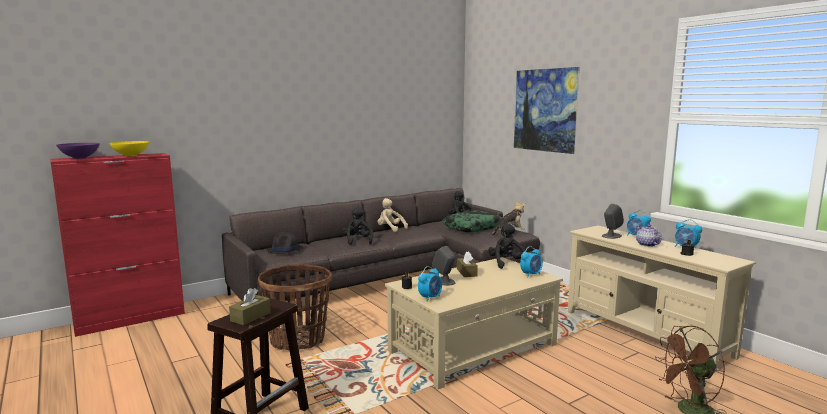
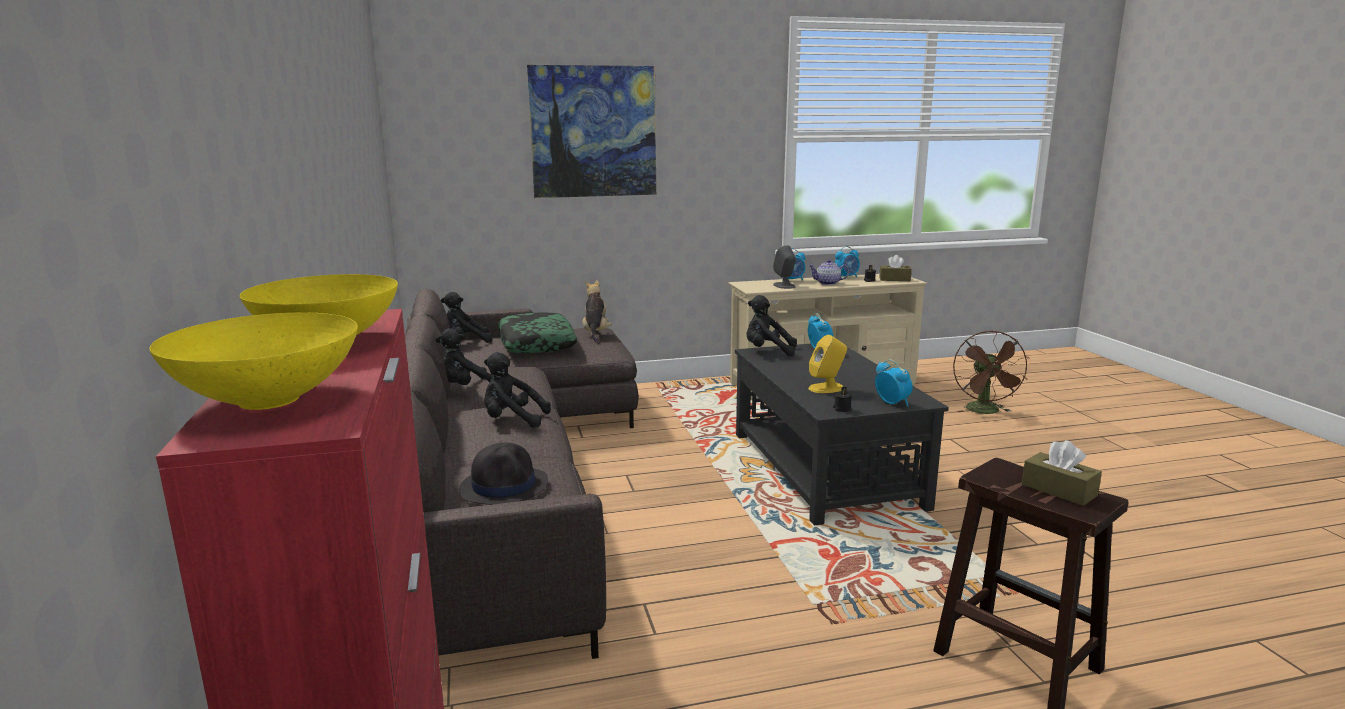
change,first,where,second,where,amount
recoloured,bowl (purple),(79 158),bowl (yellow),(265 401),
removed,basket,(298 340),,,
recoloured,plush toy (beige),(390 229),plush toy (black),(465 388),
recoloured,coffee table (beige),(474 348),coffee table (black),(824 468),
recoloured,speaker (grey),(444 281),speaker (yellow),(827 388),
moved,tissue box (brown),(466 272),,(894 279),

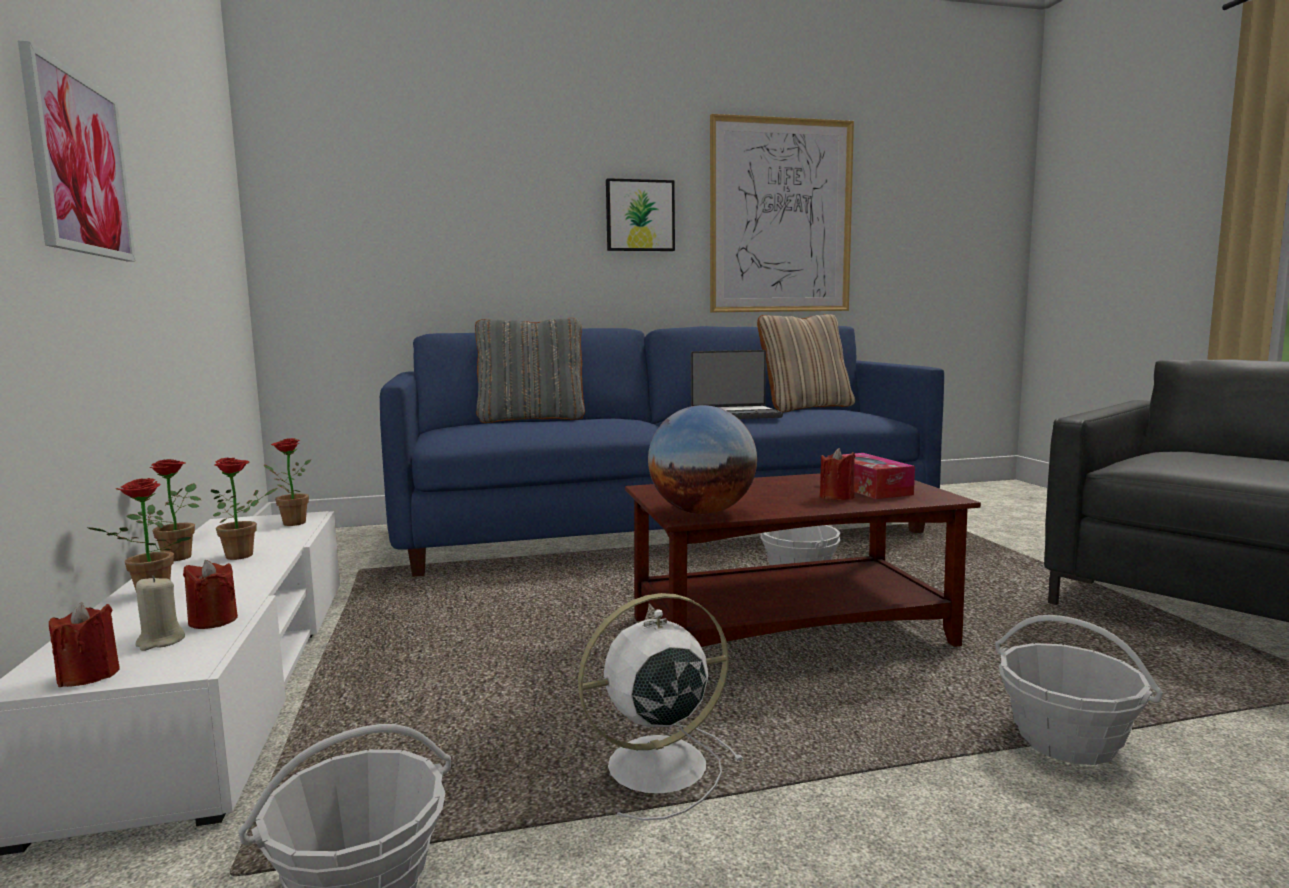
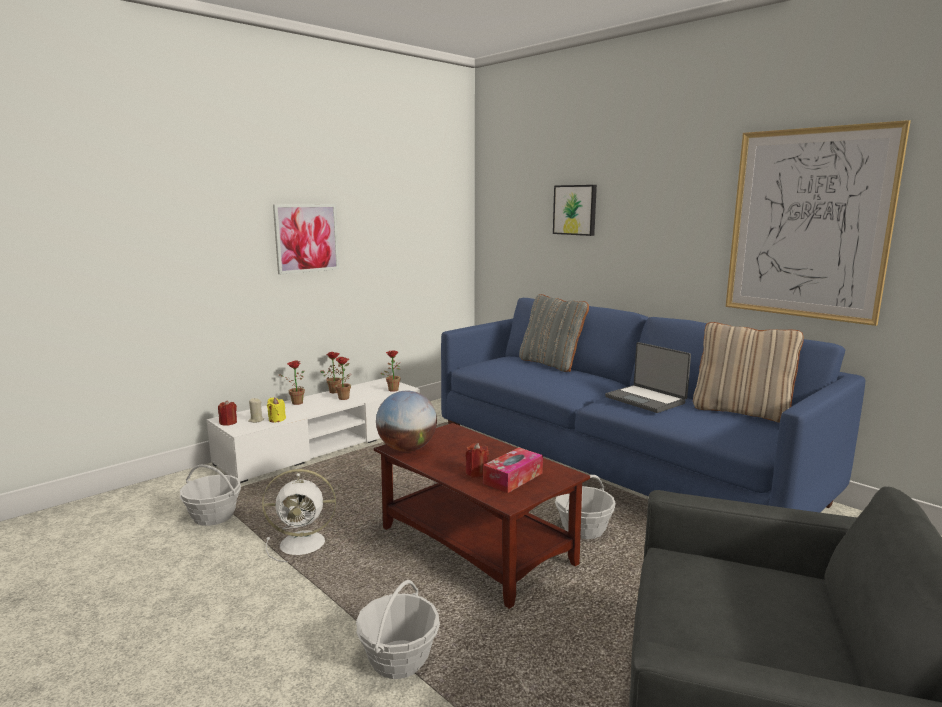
change,first,where,second,where,amount
recoloured,candle (red),(213 620),candle (yellow),(277 419),
turned,fan (white),(652 768),,(305 543),135 degrees clockwise
moved,picture,(639 216),,(575 210),

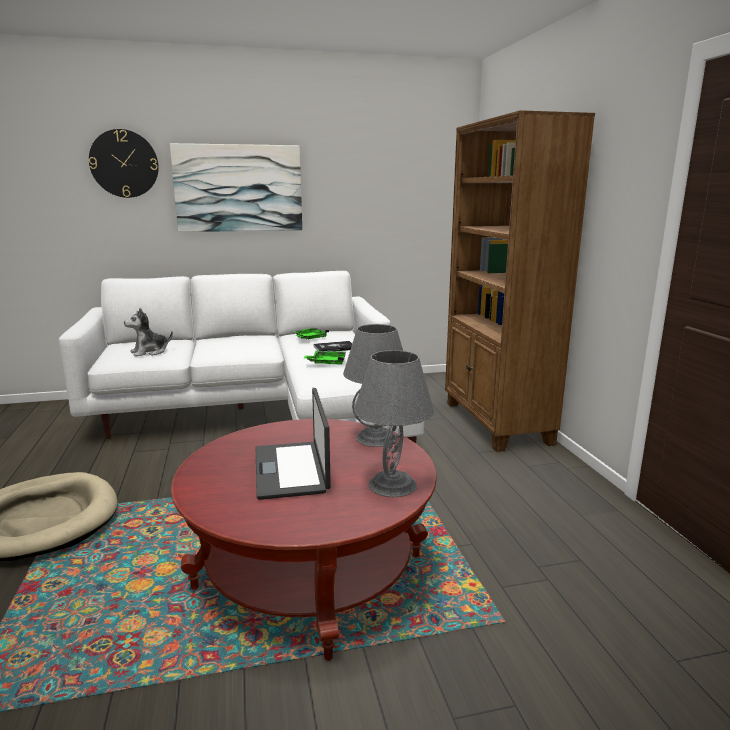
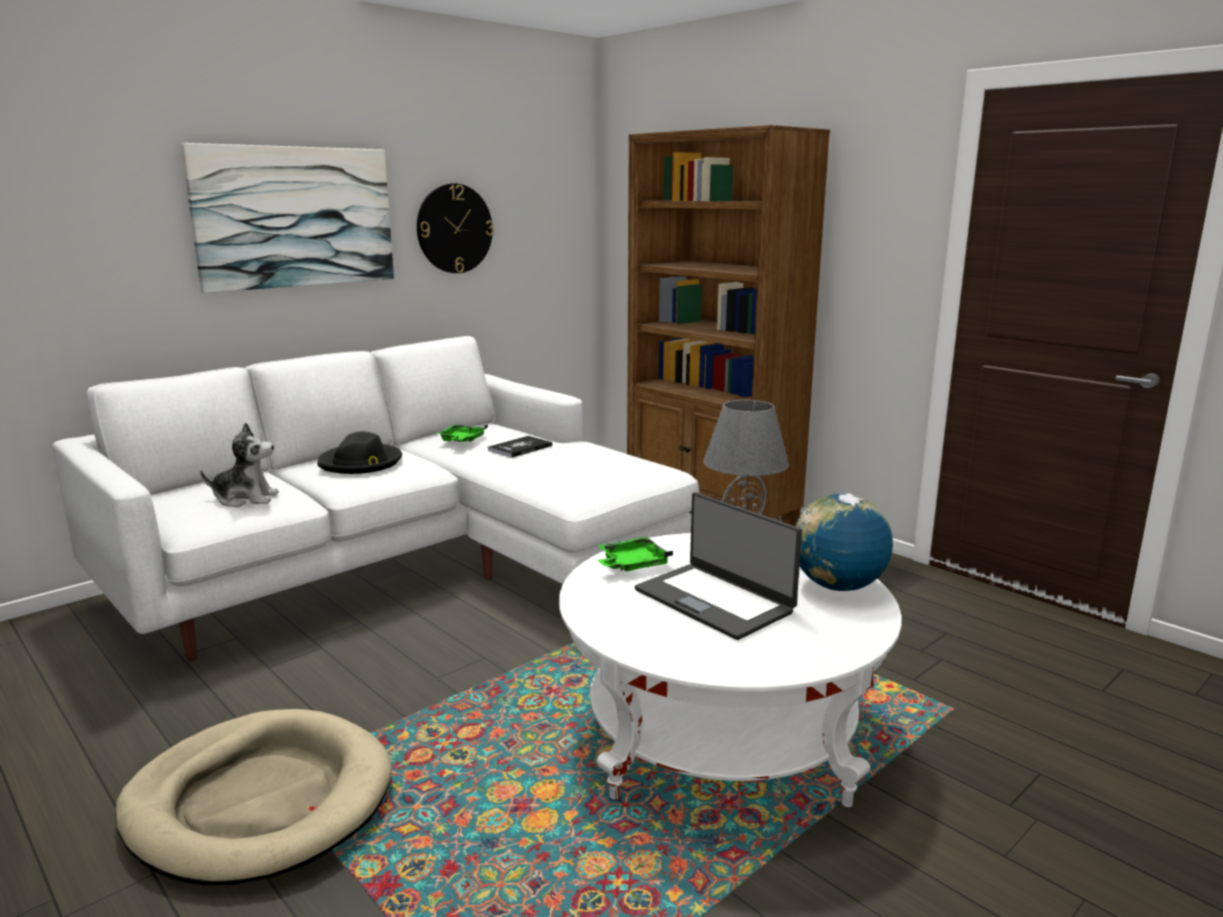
change,first,where,second,where,amount
moved,wall clock,(124 164),,(454 228),
turned,plush toy,(149 352),,(245 499),120 degrees counterclockwise
recoloured,coffee table (red),(310 571),coffee table (white),(720 731),
moved,tray (green),(327 363),,(631 564),
replaced,table lamp (grey),(392 484),globe,(838 586),
added,,,hat (black),(361 463),

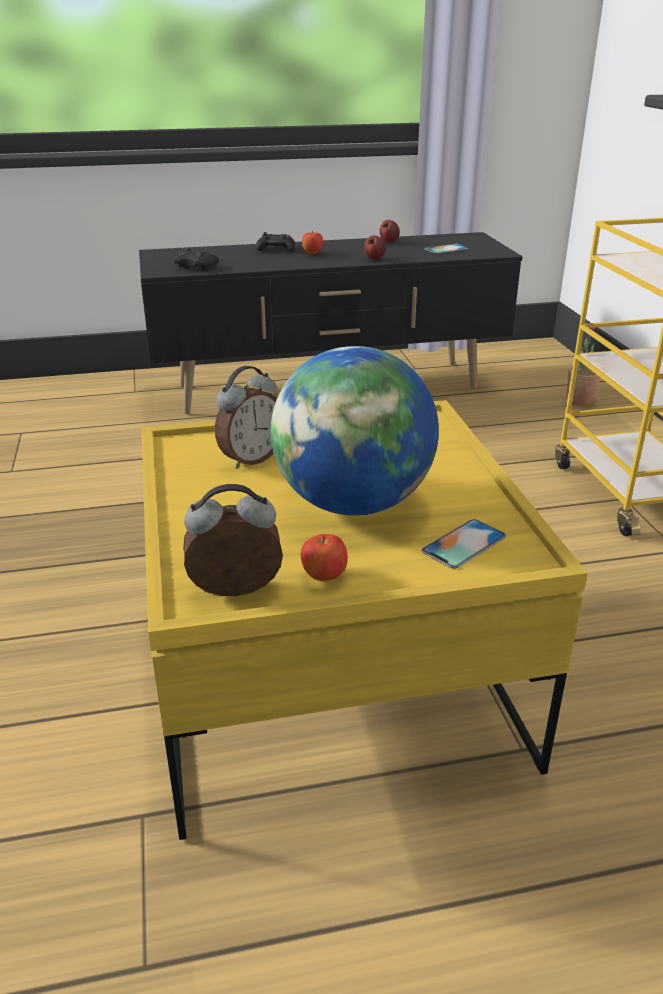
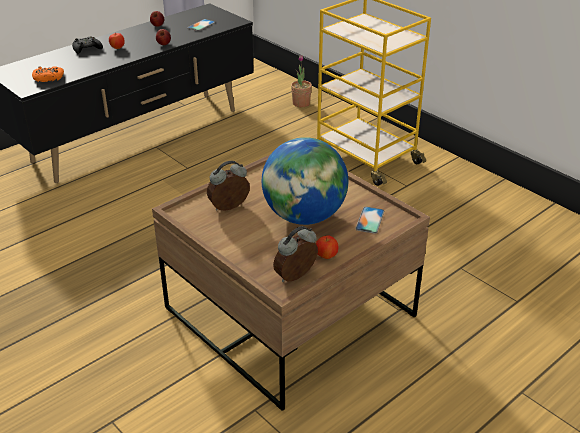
change,first,where,second,where,amount
recoloured,coffee table (yellow),(331 678),coffee table (brown),(290 312),
recoloured,game controller (black),(195 266),game controller (orange),(48 78),
turned,alarm clock,(251 459),,(230 208),135 degrees counterclockwise

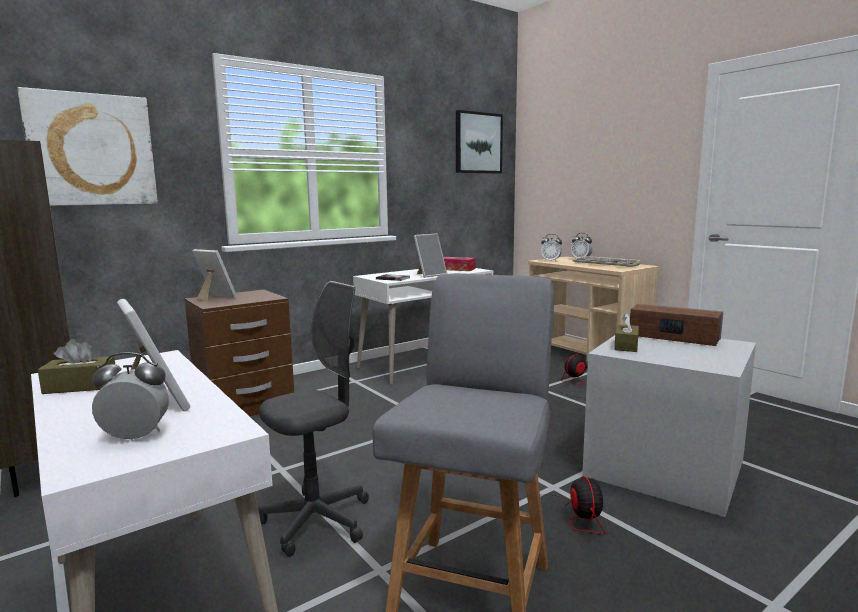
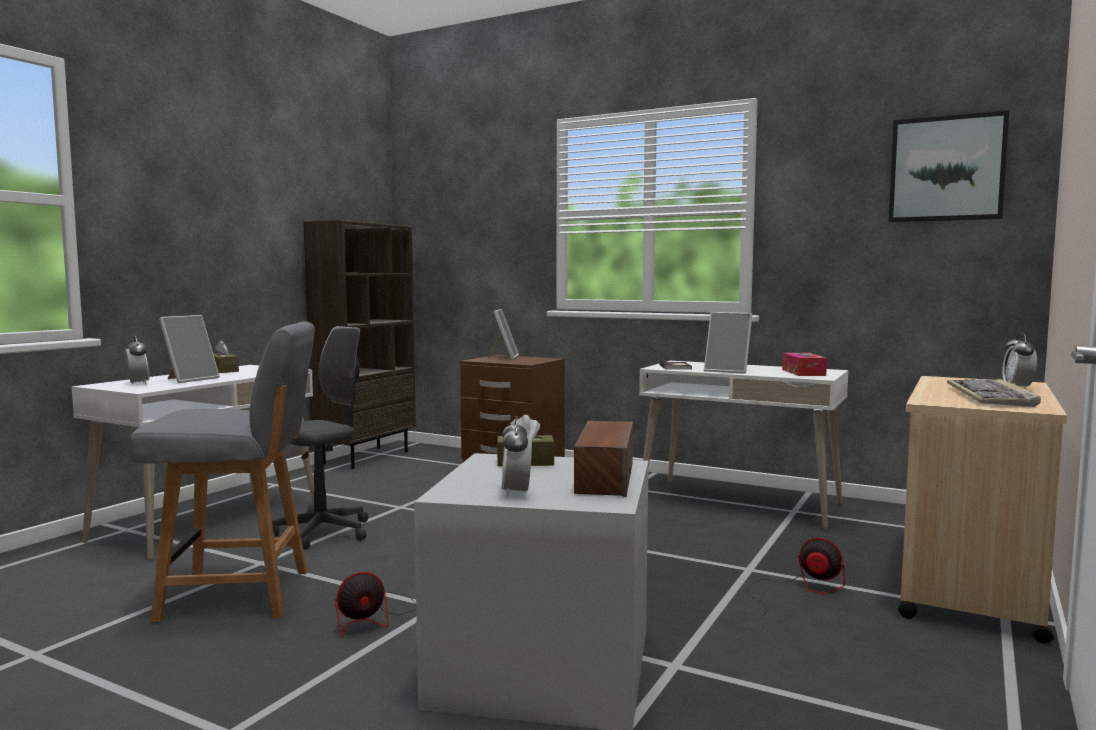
change,first,where,second,where,amount
removed,picture,(92 150),,,
turned,office chair (grey),(316 521),,(323 533),75 degrees counterclockwise
moved,alarm clock,(551 261),,(516 493),

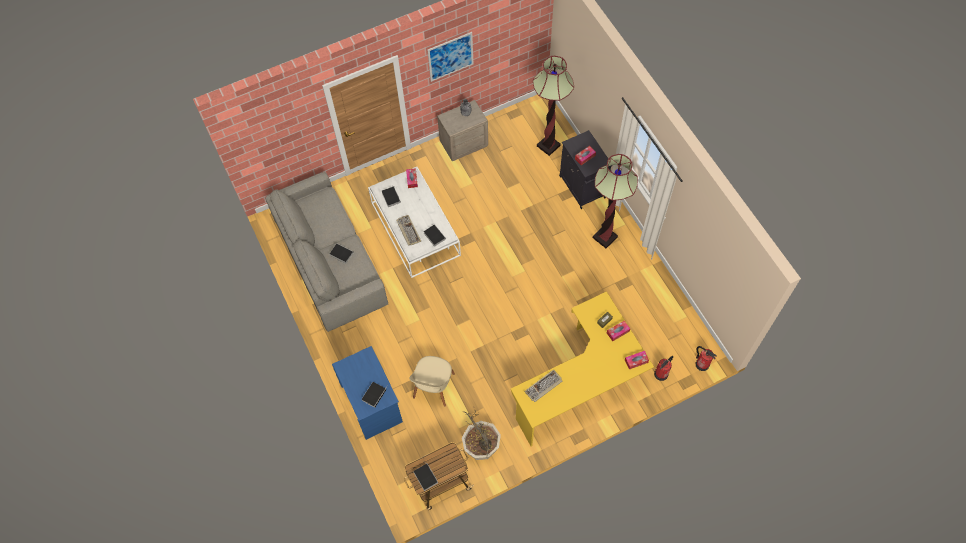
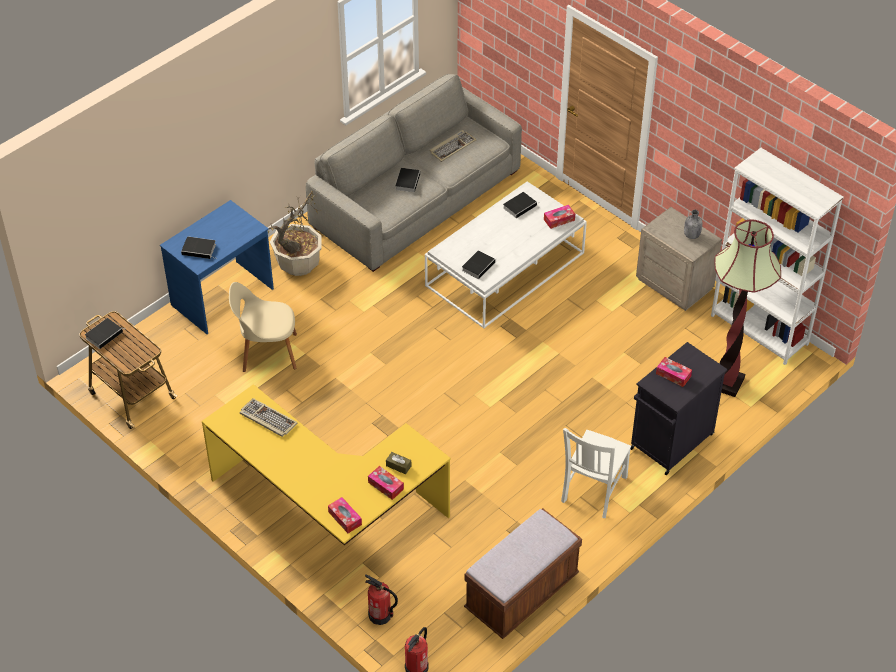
change,first,where,second,where,amount
moved,keyboard,(408 231),,(452 147),
removed,picture,(450 56),,,
moved,potted plant,(481 446),,(298 264),
replaced,floor lamp,(604 237),chair (white),(593 491),
added,,,bench (brown),(521 593),
added,,,bookcase (white),(759 330),

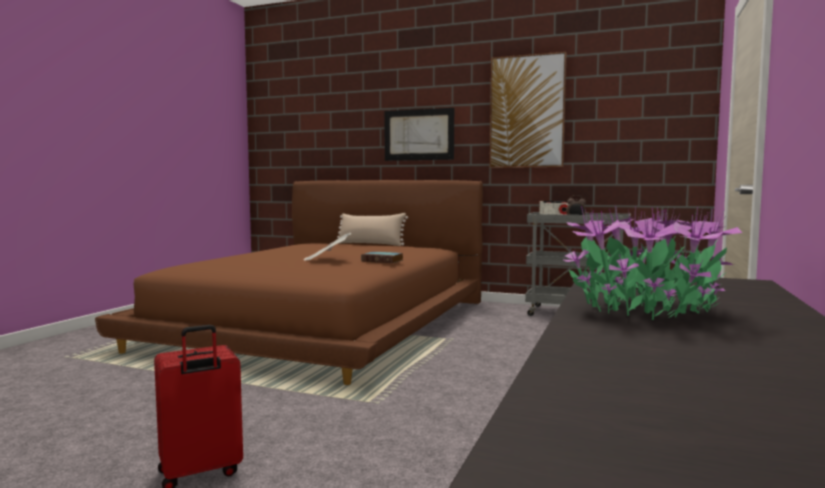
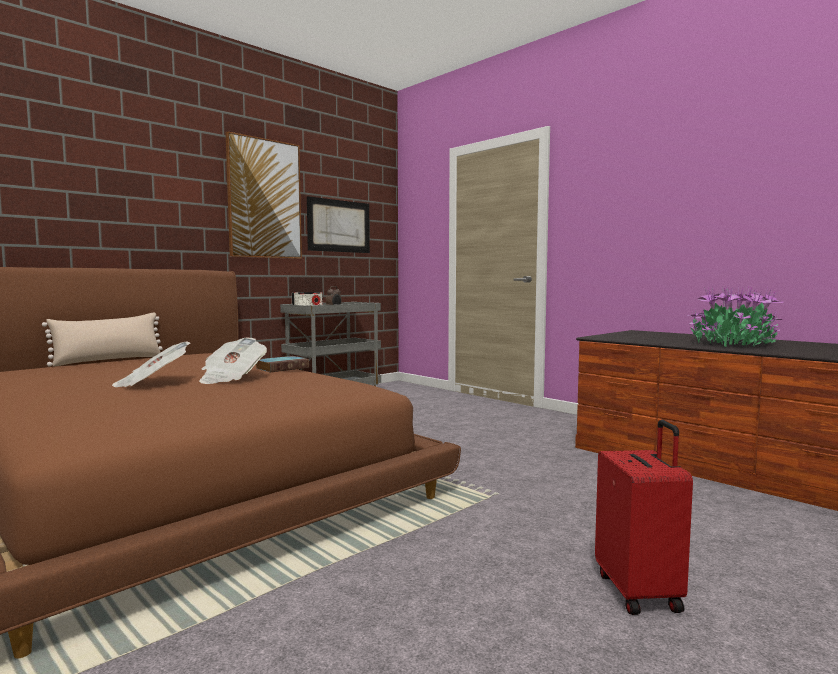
change,first,where,second,where,amount
moved,picture,(418 134),,(339 226),
added,,,newspaper,(152 383),

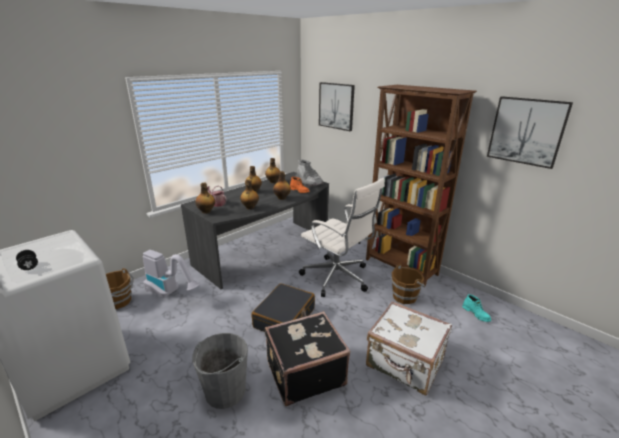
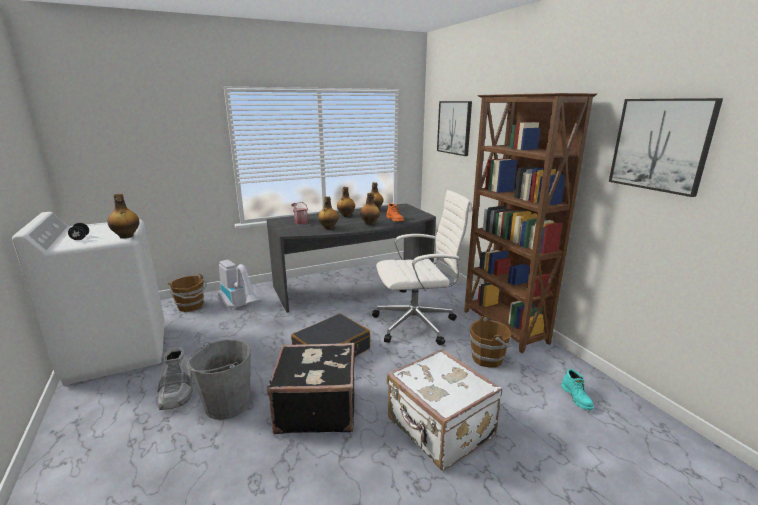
change,first,where,second,where,amount
moved,bottle,(206 211),,(126 236),
moved,boot (grey),(308 183),,(178 393),
turned,office chair (white),(337 278),,(417 324),75 degrees counterclockwise

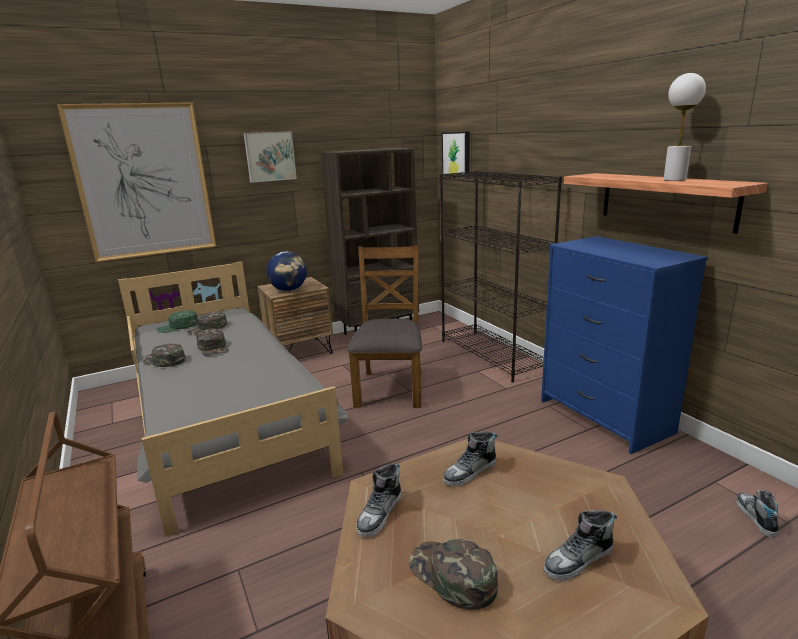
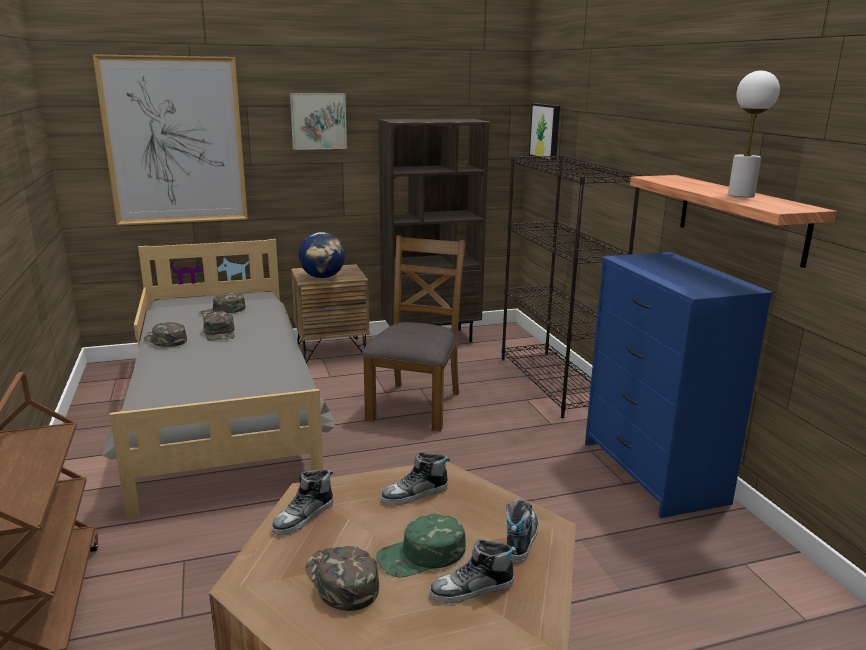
change,first,where,second,where,amount
moved,cap (green),(178 327),,(422 555),
moved,shoe,(755 517),,(520 538),

